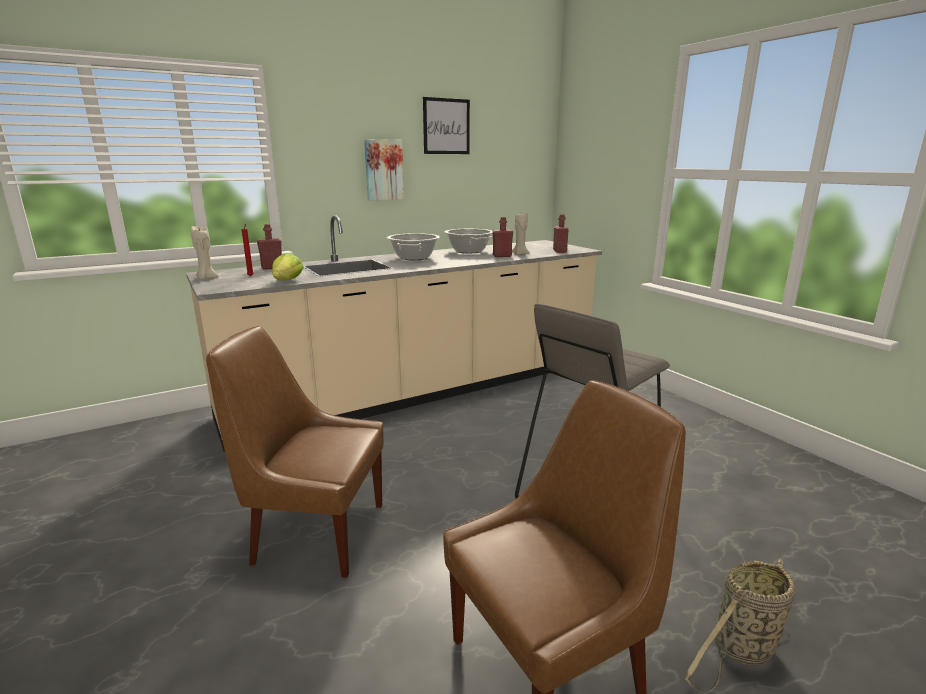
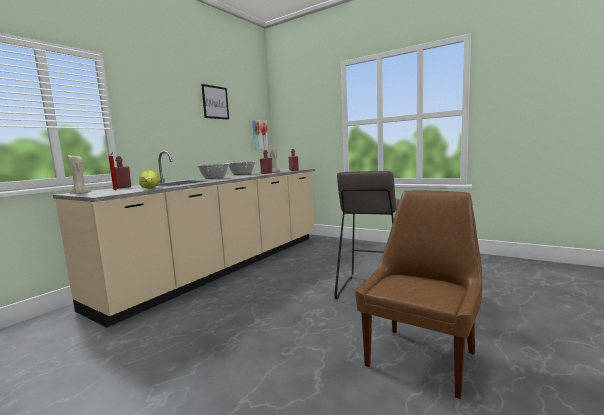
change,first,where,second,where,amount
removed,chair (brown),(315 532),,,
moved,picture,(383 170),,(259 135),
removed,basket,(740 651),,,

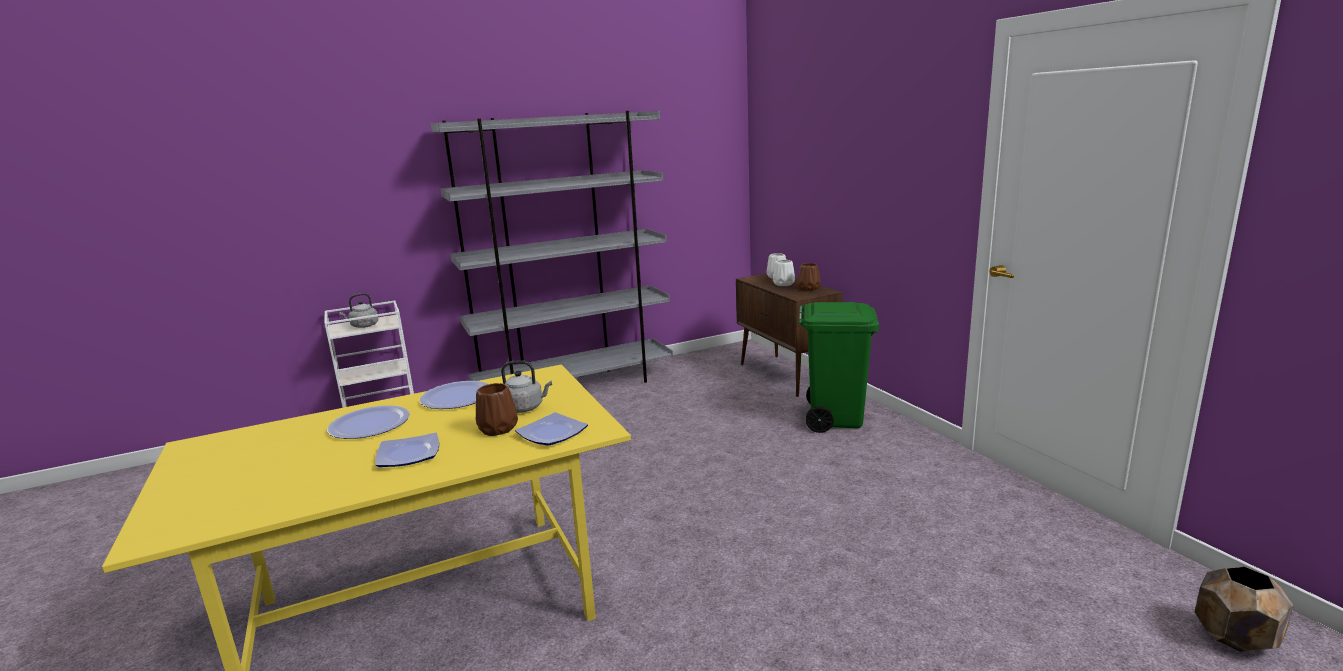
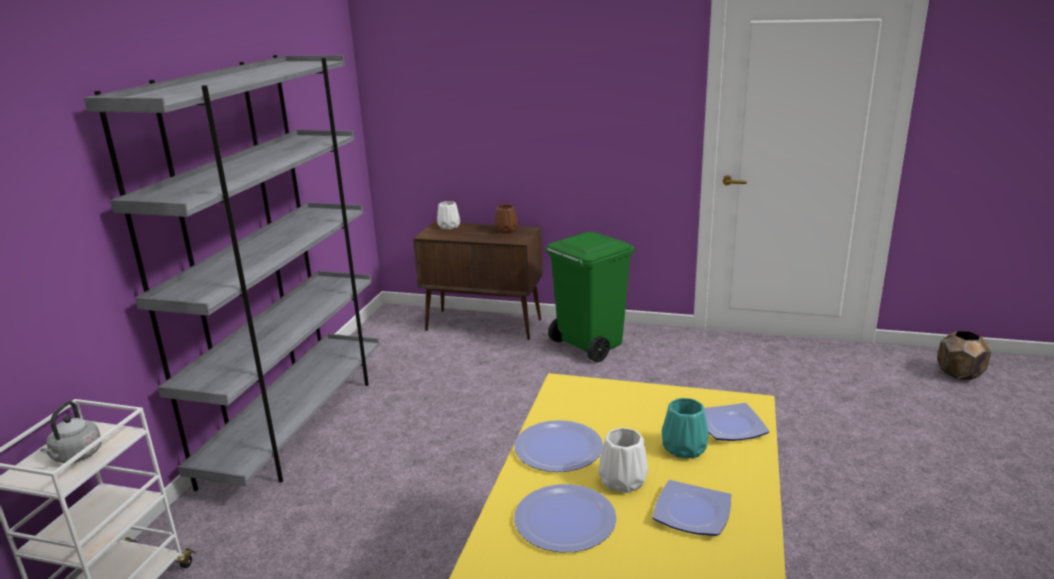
change,first,where,second,where,amount
recoloured,vase (brown),(498 429),vase (turquoise),(685 448),
removed,kettle (grey),(525 408),,,
moved,vase (white),(783 284),,(622 482),

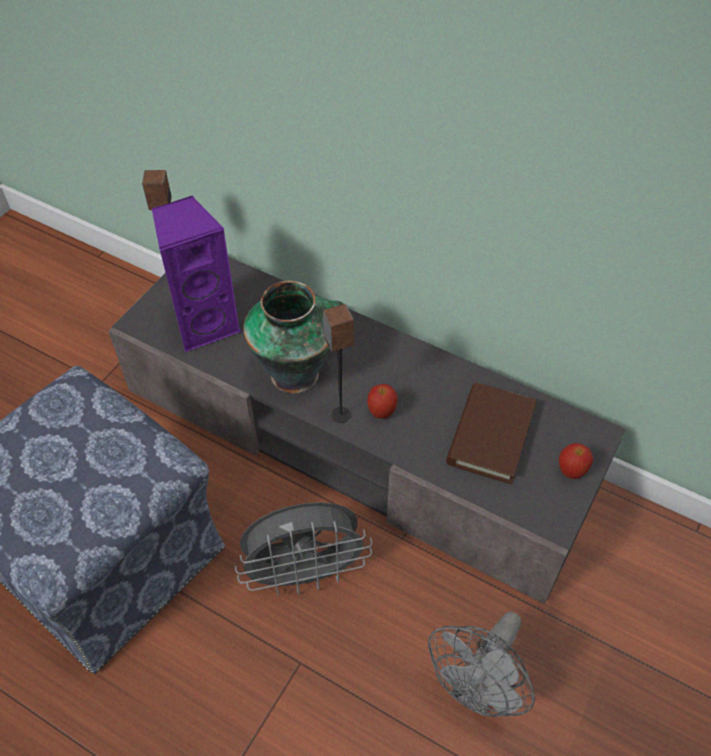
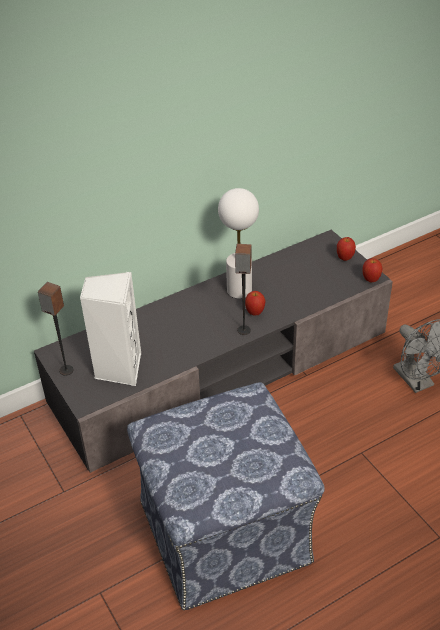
change,first,where,second,where,amount
recoloured,speaker (purple),(205 324),speaker (white),(118 368),
removed,fan (grey),(305 573),,,
removed,vase,(297 373),,,
removed,book (brown),(490 435),,,
added,,,table lamp (white),(239 290),
added,,,apple,(371 280),

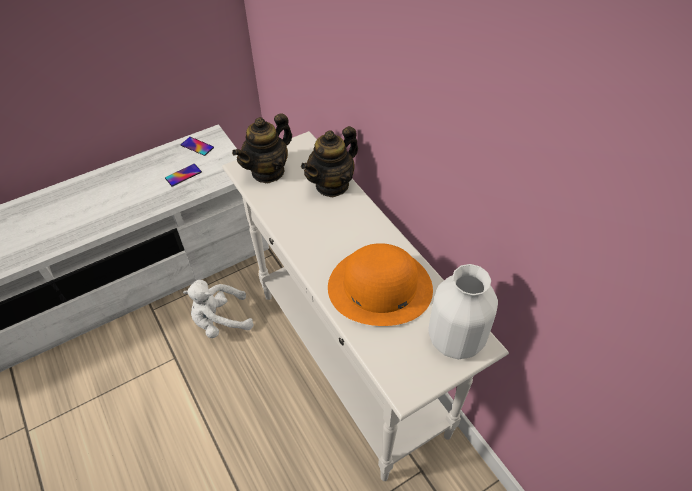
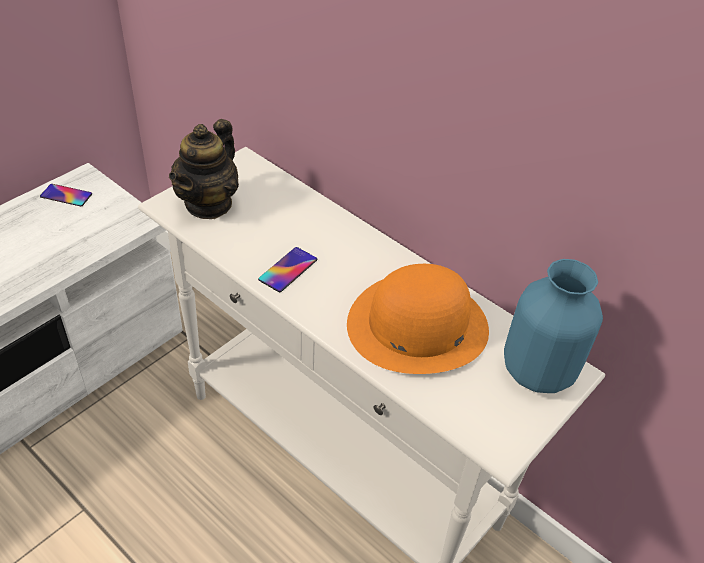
change,first,where,second,where,amount
moved,phone,(183 175),,(288 270),
removed,plush toy (white),(220 321),,,
removed,teapot,(332 185),,,
recoloured,vase (white),(455 340),vase (blue),(537 372),

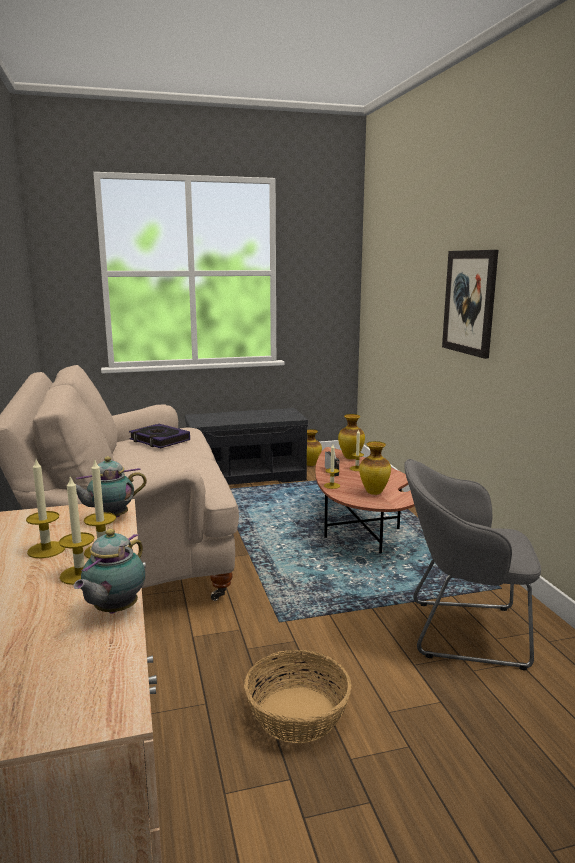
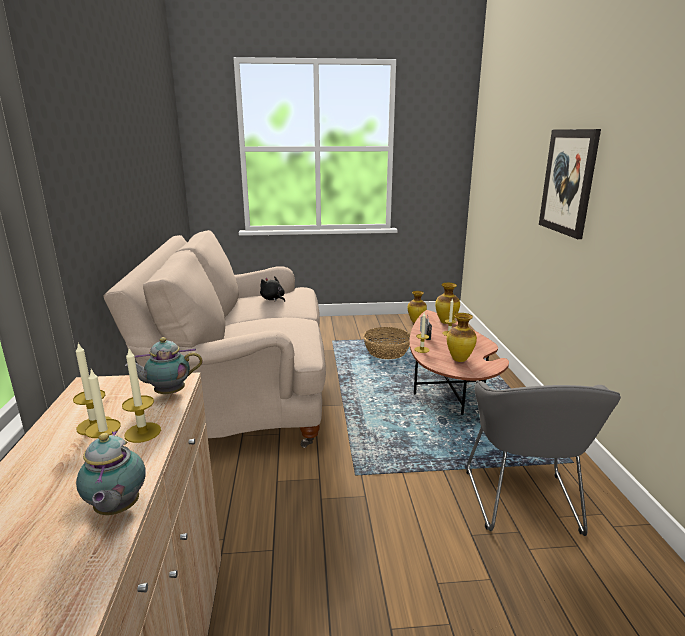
change,first,where,second,where,amount
turned,teapot,(113 611),,(116 510),45 degrees counterclockwise
replaced,book,(159 440),plush toy (black),(273 299),
removed,bench (grey),(247 476),,,
moved,basket,(298 714),,(387 352),
turned,armchair (grey),(460 631),,(524 505),105 degrees counterclockwise

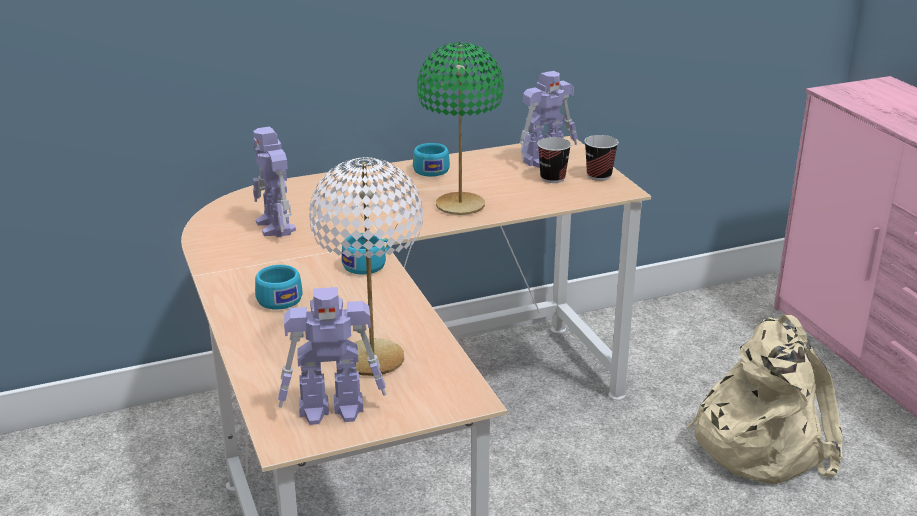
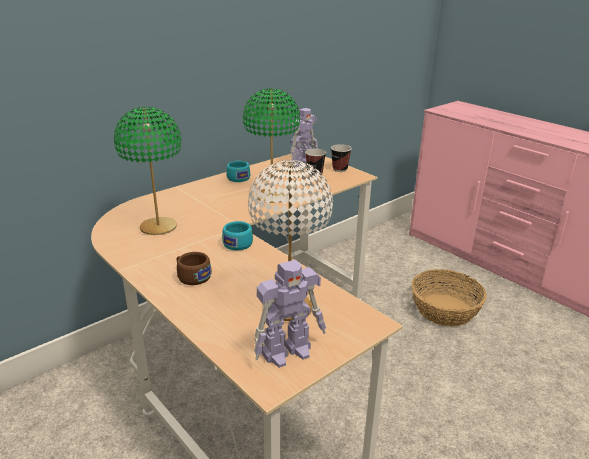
change,first,where,second,where,amount
replaced,toy robot,(276 227),table lamp (green),(159 227),
recoloured,cup (turquoise),(277 298),cup (brown),(192 276),
replaced,backpack (beige),(760 441),basket,(445 310),

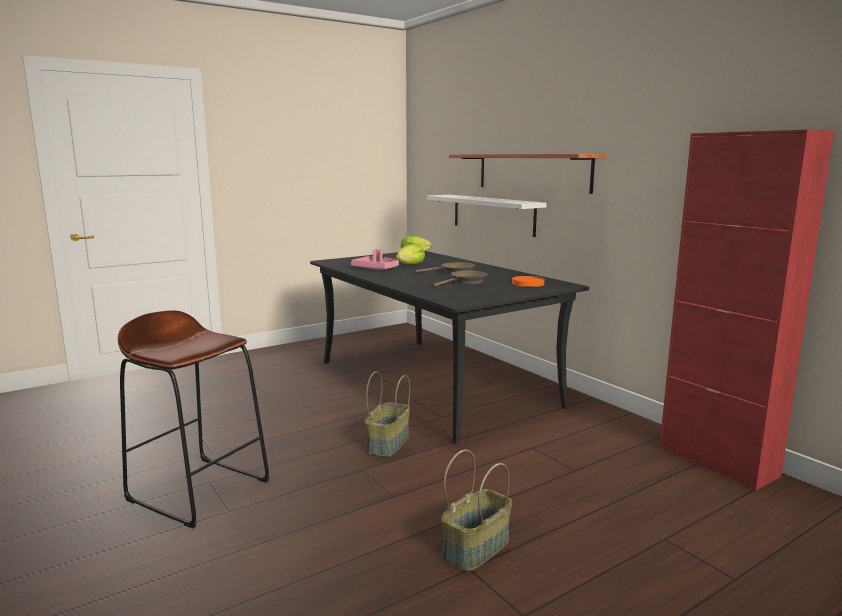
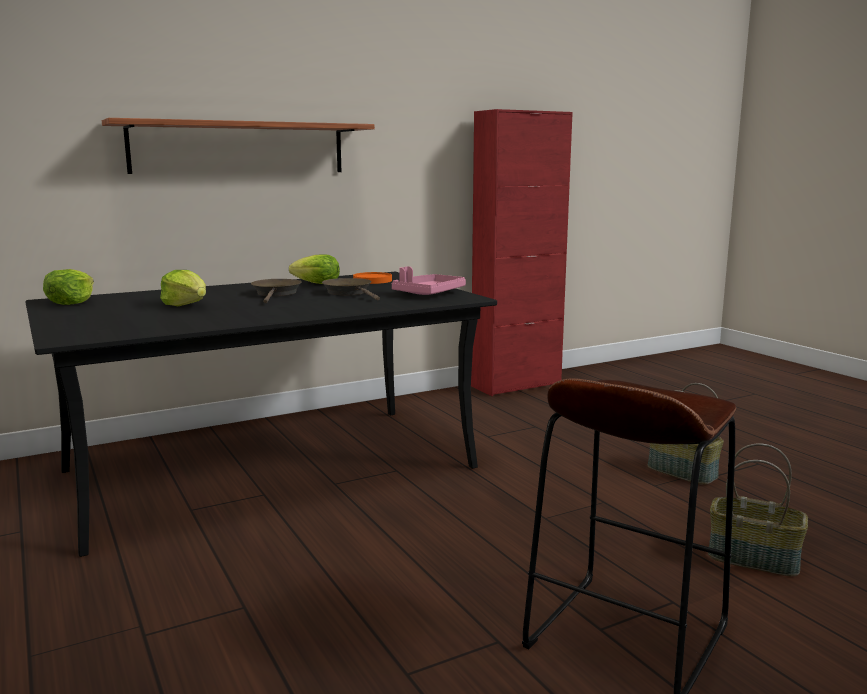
change,first,where,second,where,amount
moved,tray (pink),(376 269),,(428 293),
moved,basket,(389 444),,(754 558),
removed,shelf (white),(493 214),,,
added,,,lettuce,(317 284),

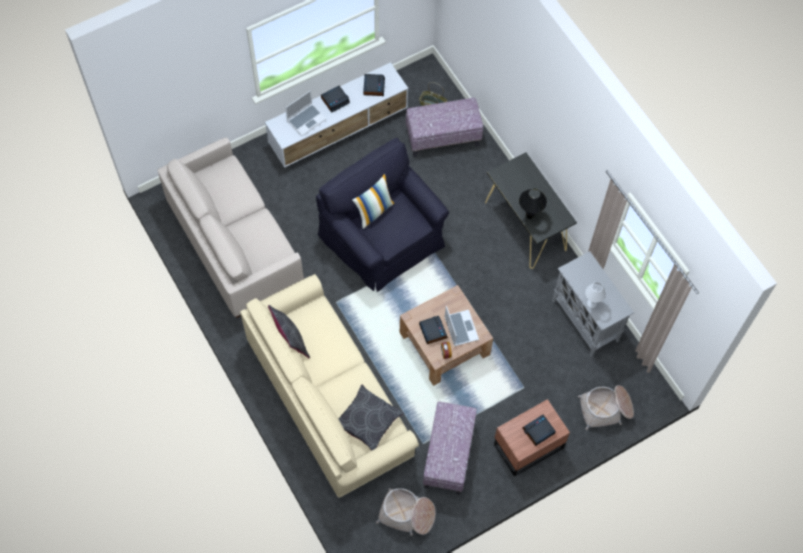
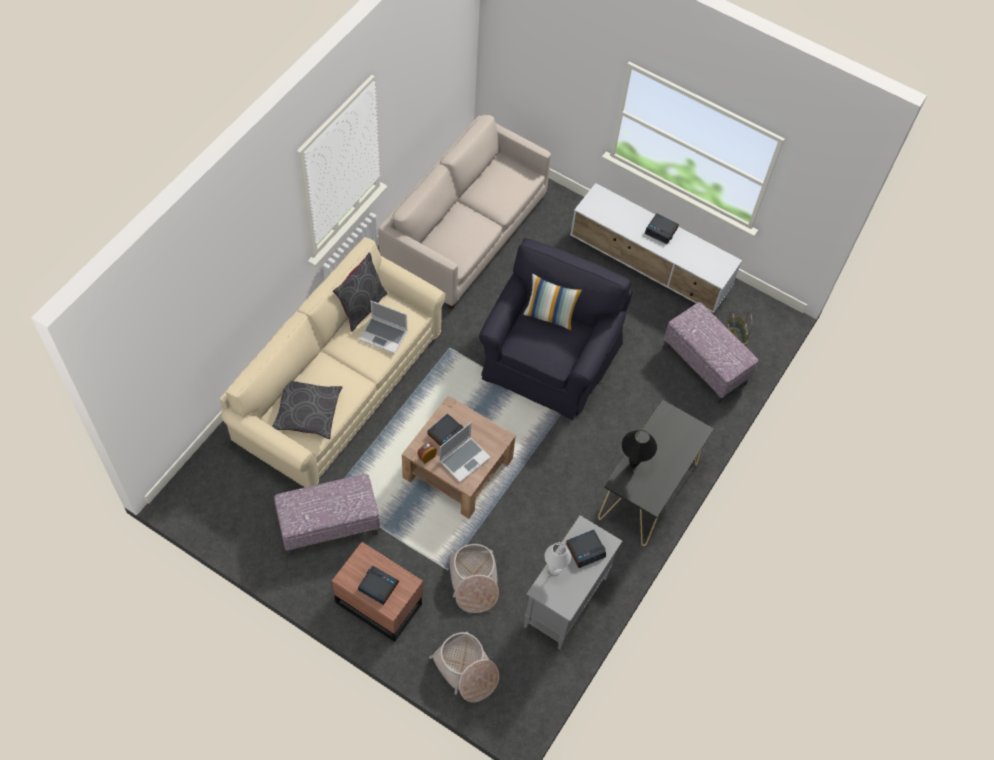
change,first,where,second,where,amount
moved,laptop,(306 119),,(384 335),
moved,alarm clock,(373 86),,(585 549),
moved,basket,(407 514),,(473 582),

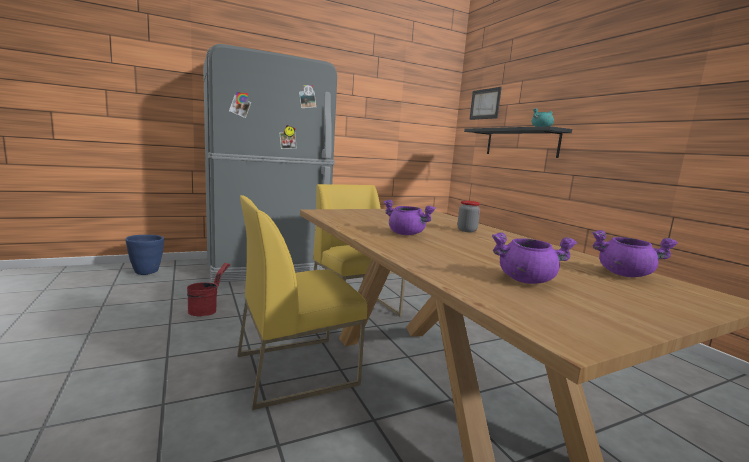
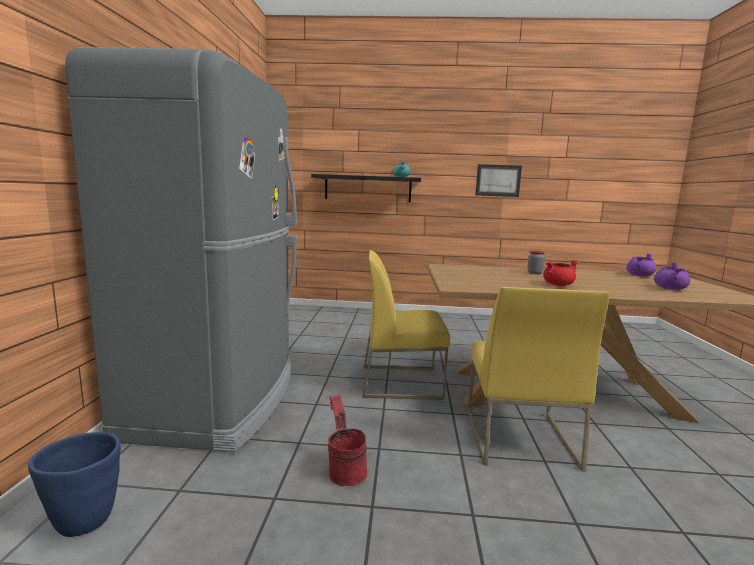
change,first,where,second,where,amount
recoloured,cooking pot (purple),(406 234),cooking pot (red),(558 285),
moved,picture,(485 104),,(498 180),

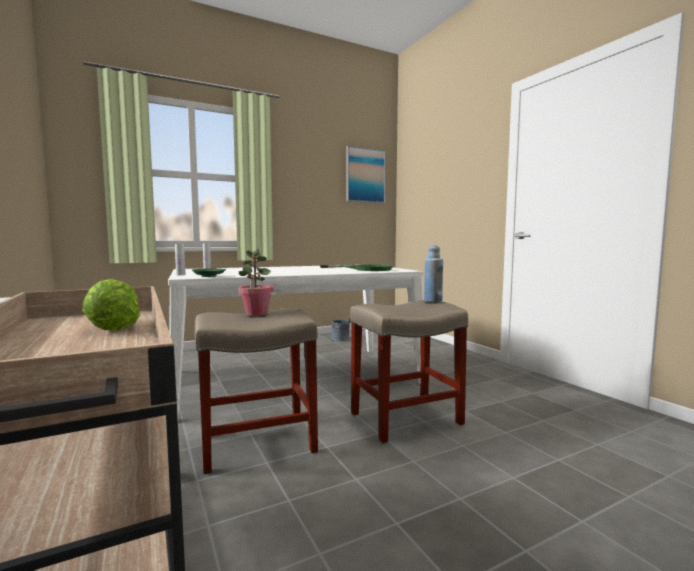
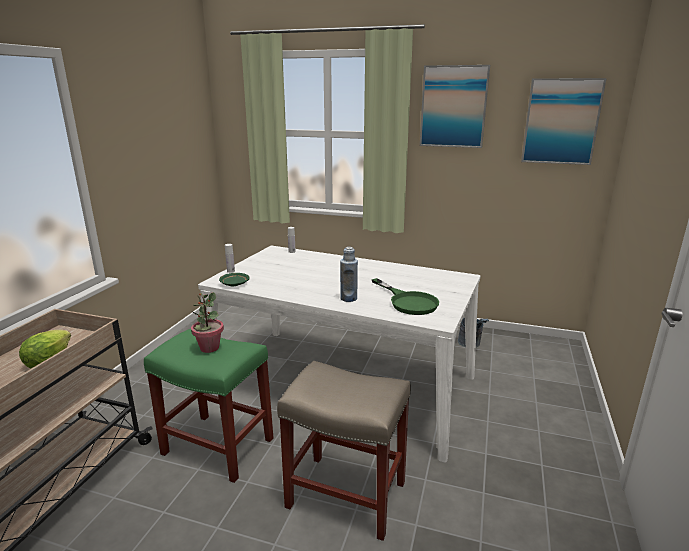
change,first,where,second,where,amount
recoloured,stool (beige),(255 443),stool (green),(216 446),
moved,bottle (blue),(433 301),,(348 298),
added,,,picture,(453 107),

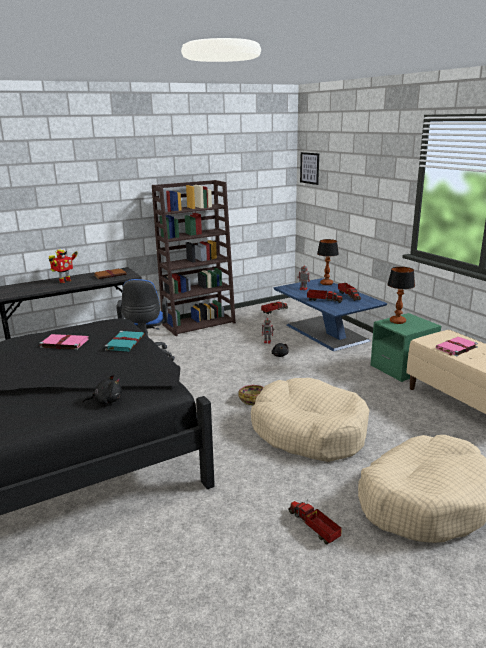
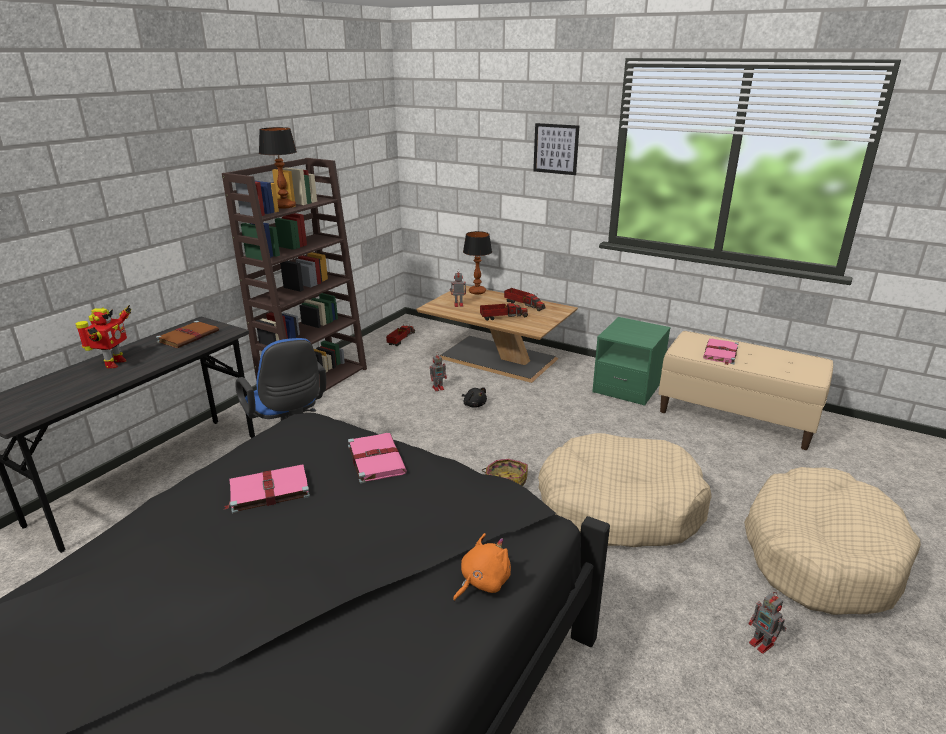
change,first,where,second,where,amount
recoloured,plush toy (black),(106 401),plush toy (orange),(482 582),
recoloured,book (turquoise),(125 342),book (pink),(375 459),
recoloured,coffee table (blue),(325 332),coffee table (brown),(495 357),
replaced,toy truck,(314 527),toy robot,(762 644),
moved,picture,(309 168),,(556 149),
moved,table lamp,(397 321),,(284 206),

